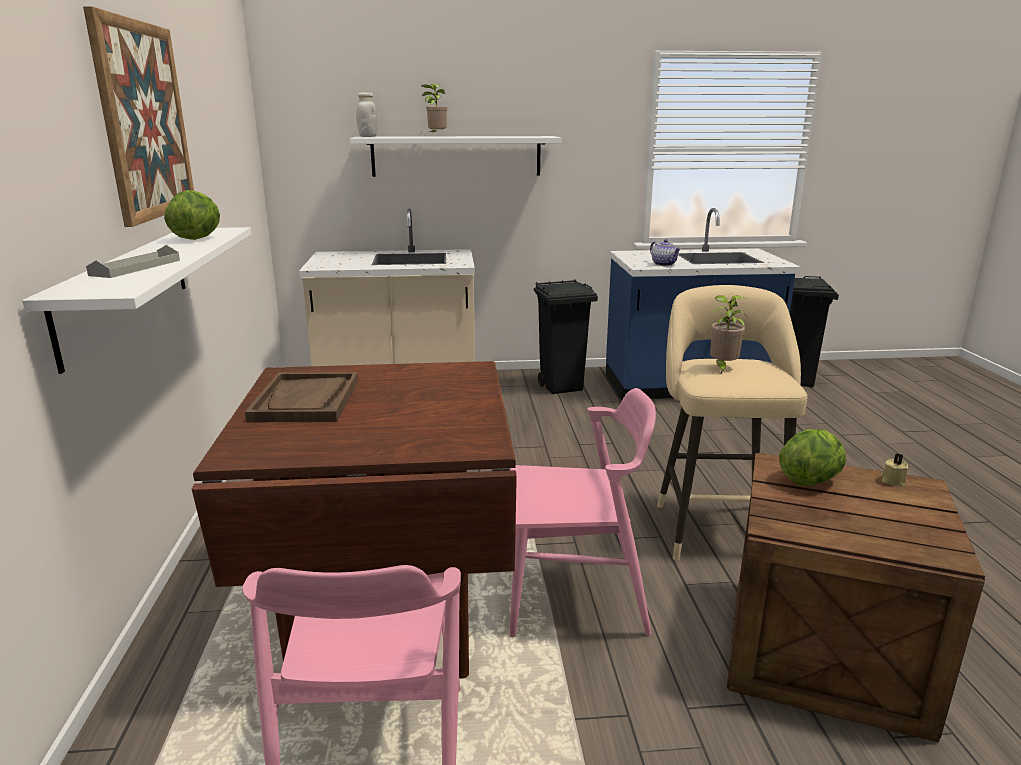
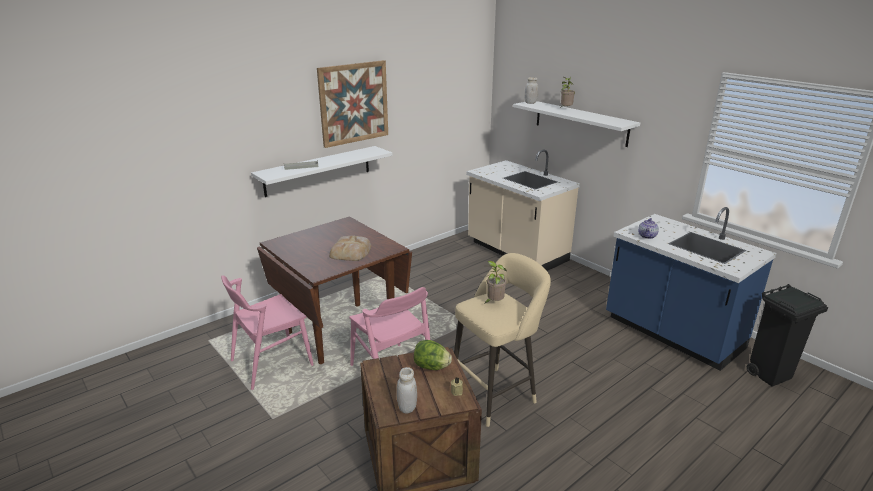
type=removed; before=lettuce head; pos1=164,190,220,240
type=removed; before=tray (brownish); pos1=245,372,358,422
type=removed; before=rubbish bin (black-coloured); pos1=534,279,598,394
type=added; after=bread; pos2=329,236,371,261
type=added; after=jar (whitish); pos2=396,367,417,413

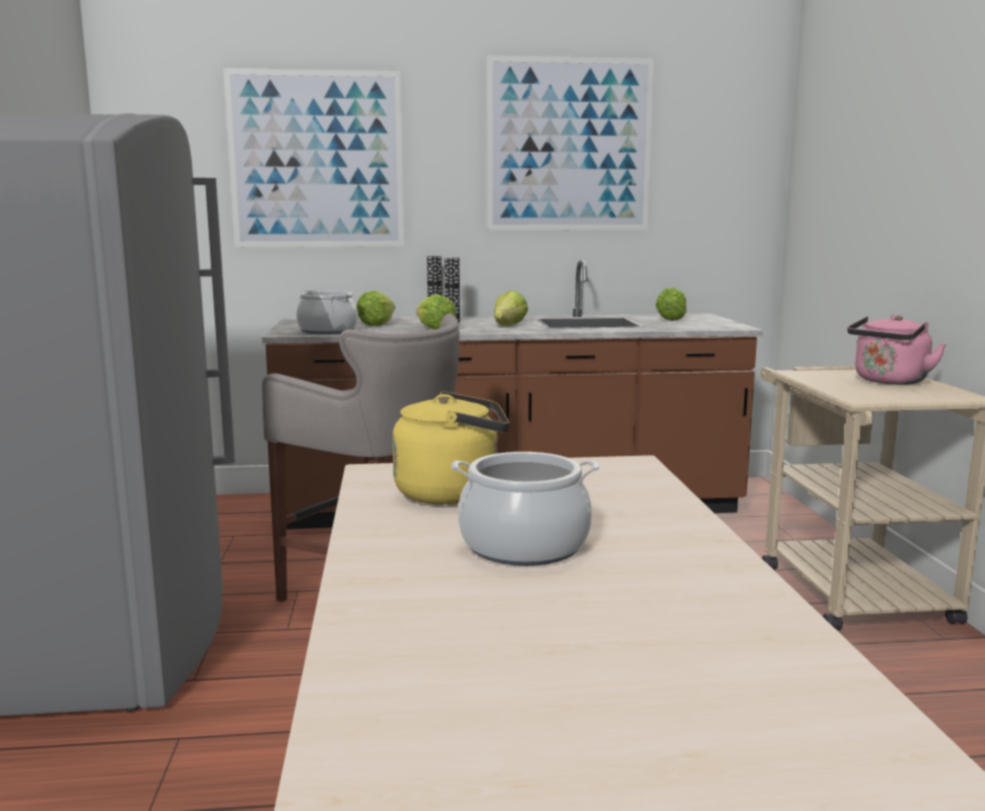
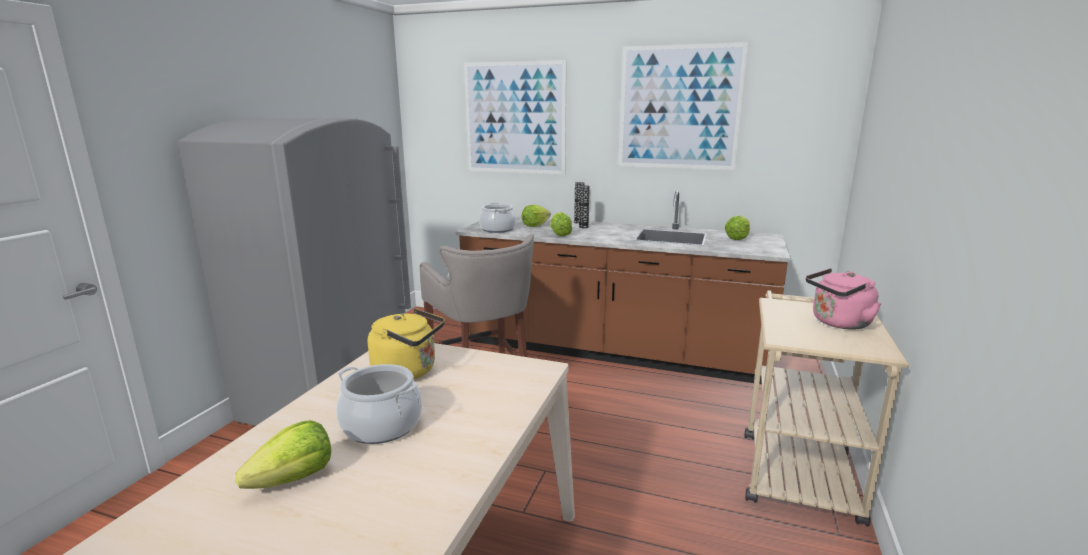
type=moved; before=lettuce head; pos1=494,291,528,326; pos2=235,420,331,489

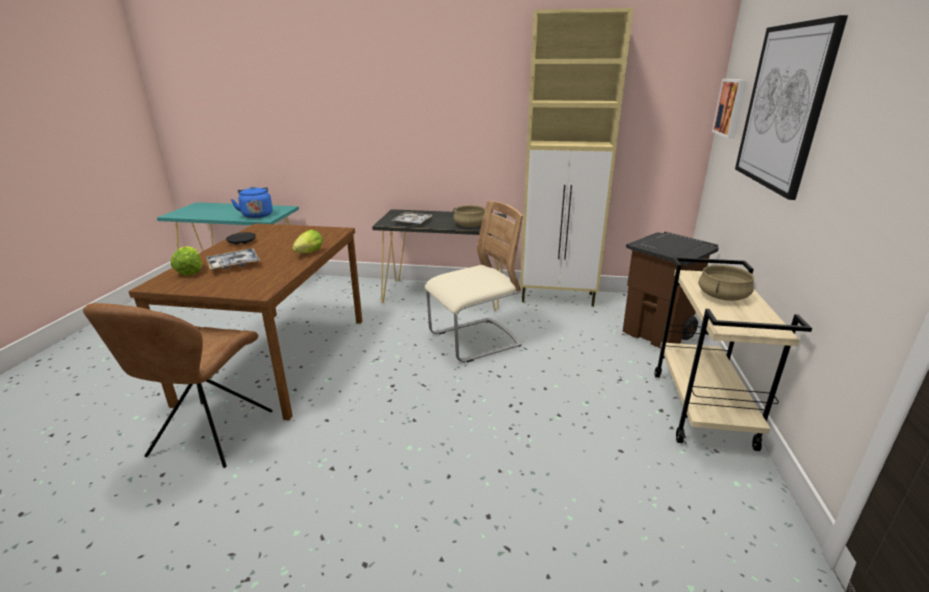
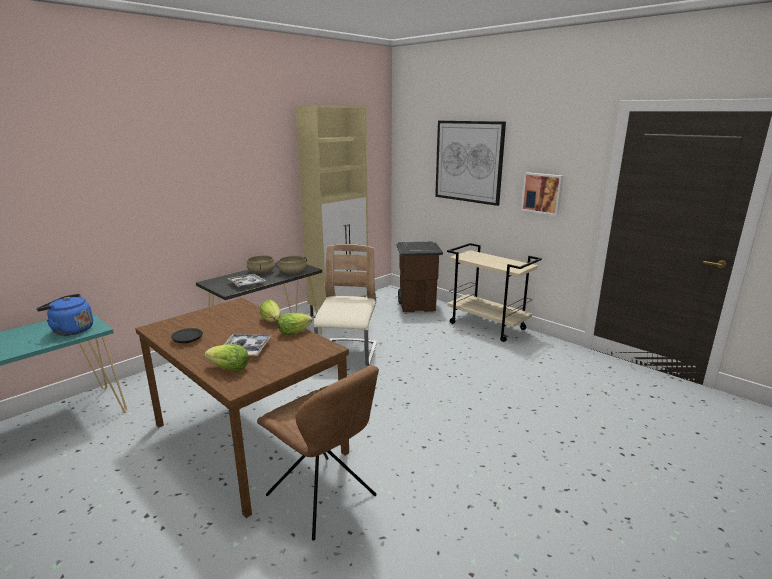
type=moved; before=saucepot (sand-coloured); pos1=698,265,754,301; pos2=247,255,275,274
type=moved; before=picture; pos1=712,79,747,139; pos2=521,172,563,216
type=added; after=lettuce head; pos2=278,313,312,335

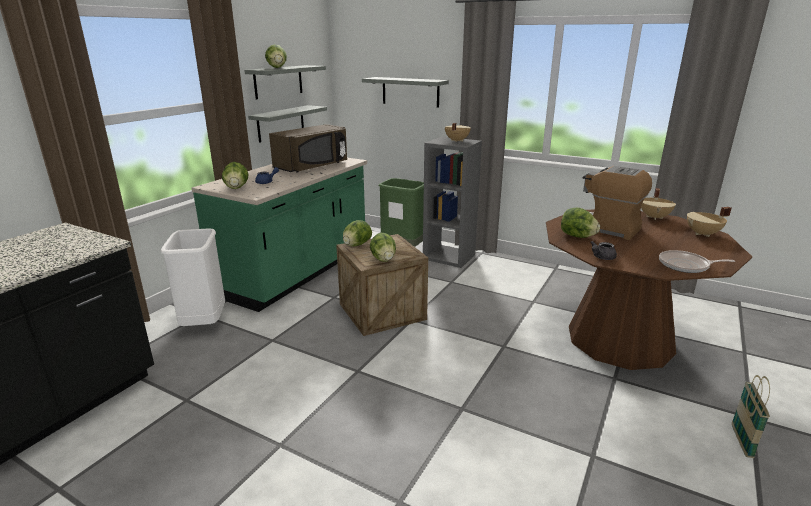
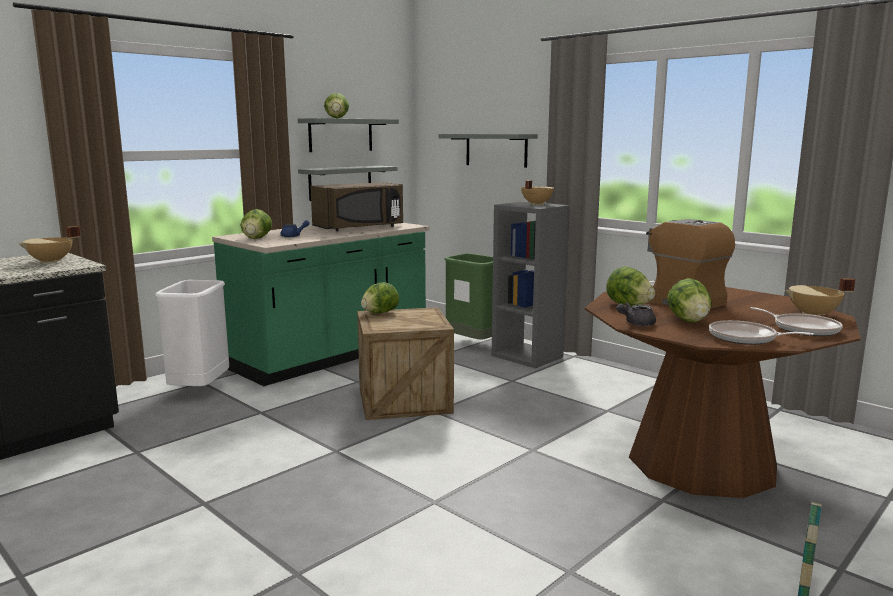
type=moved; before=lettuce head; pos1=370,233,396,262; pos2=667,278,712,323
type=moved; before=saucepot (sand-coloured); pos1=641,188,676,220; pos2=18,226,80,263
type=added; after=skillet; pos2=750,307,843,336

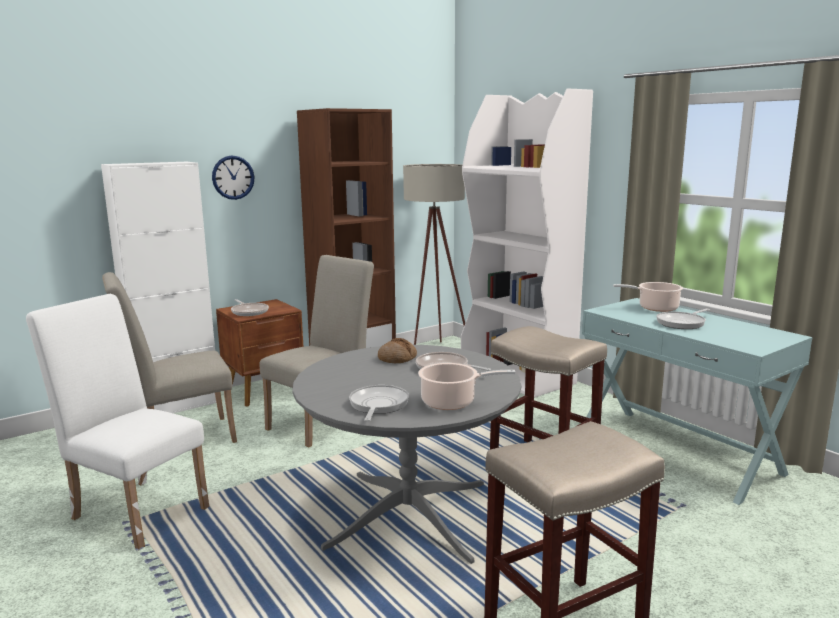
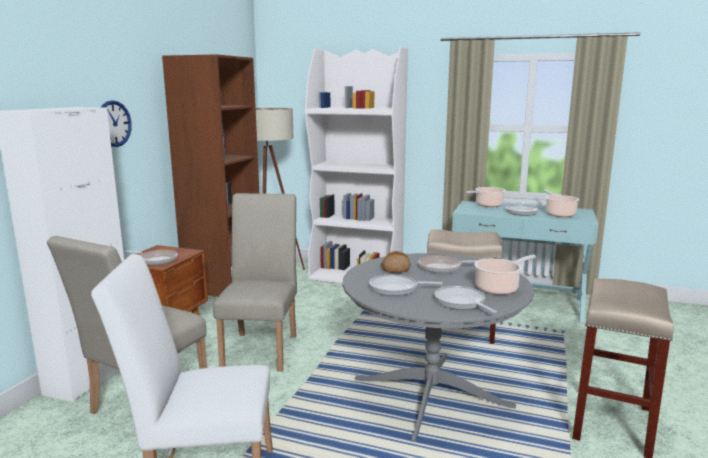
type=added; after=skillet; pos2=370,274,443,296
type=added; after=saucepot; pos2=543,190,579,217

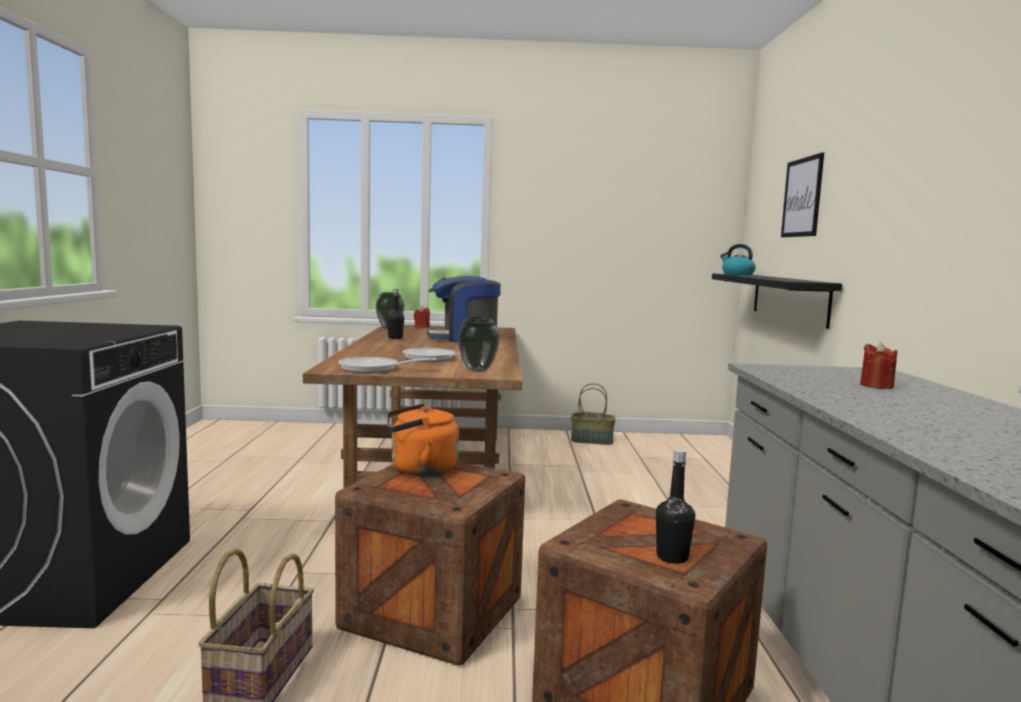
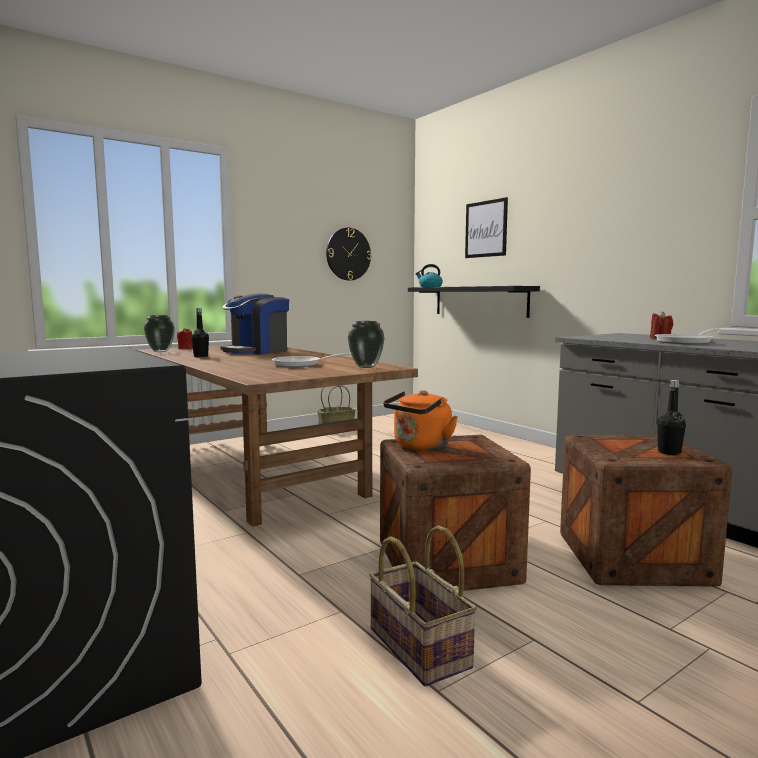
type=moved; before=skillet; pos1=338,357,437,373; pos2=655,328,719,344
type=added; after=clock on the wall; pos2=326,228,372,280

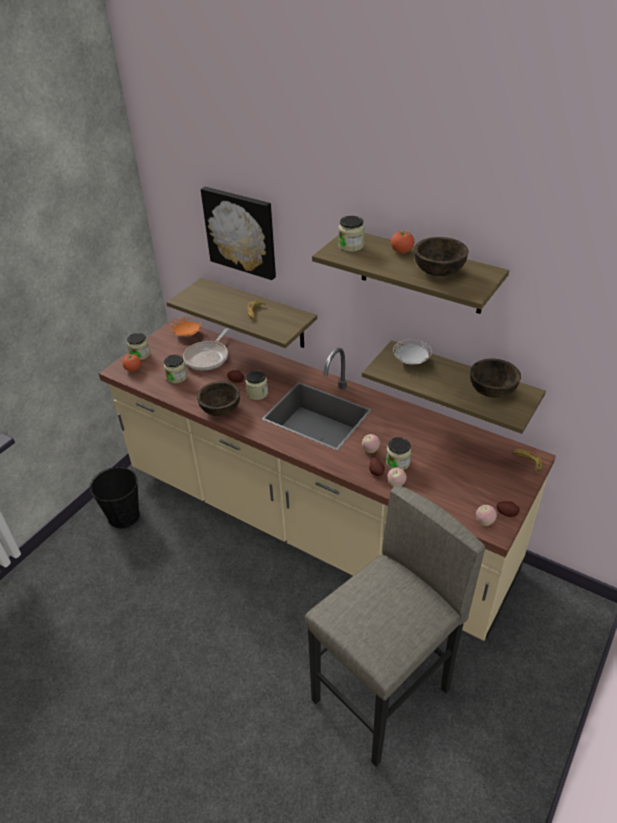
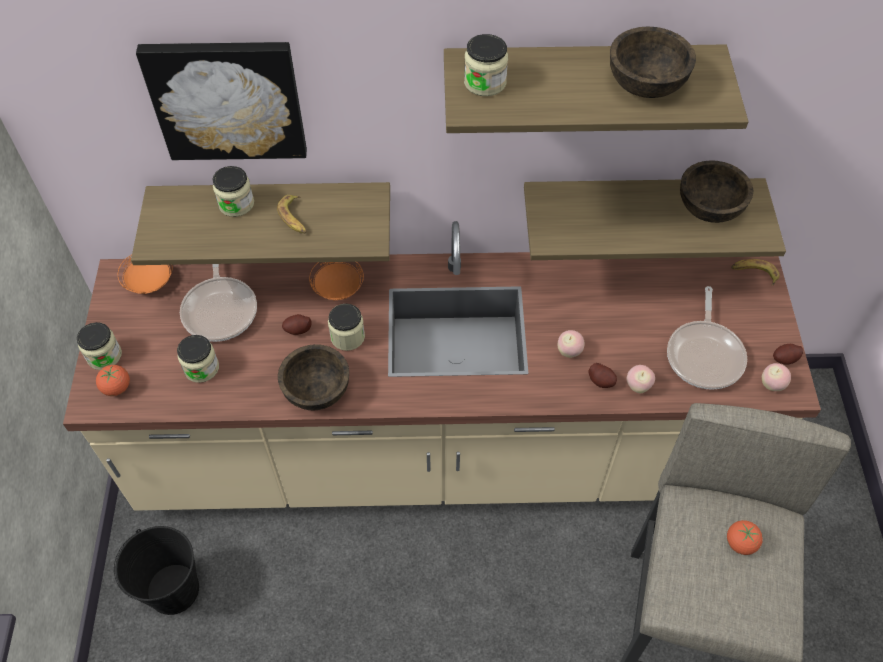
type=moved; before=jar; pos1=386,437,411,470; pos2=212,166,254,217
type=moved; before=whole tomato; pos1=391,231,414,253; pos2=727,520,763,555
type=removed; before=dinner plate (whitish); pos1=393,339,432,364
type=added; after=dinner plate (orange-coloured); pos2=309,262,364,300
type=added; after=skillet; pos2=667,286,747,390

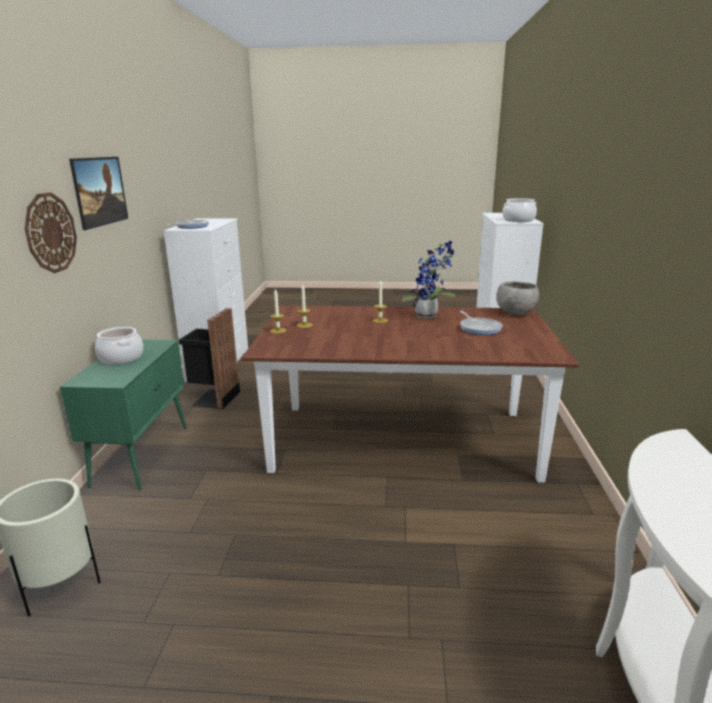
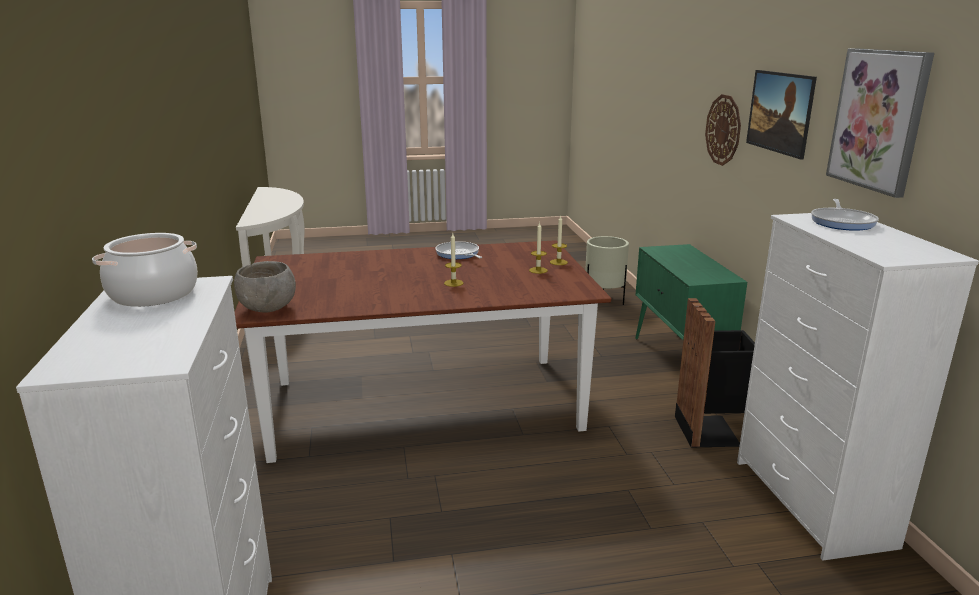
type=removed; before=saucepot; pos1=95,327,143,365
type=removed; before=houseplant; pos1=402,241,455,319
type=moved; before=skillet; pos1=460,311,502,335; pos2=435,241,482,259
type=added; after=picture; pos2=826,48,934,198

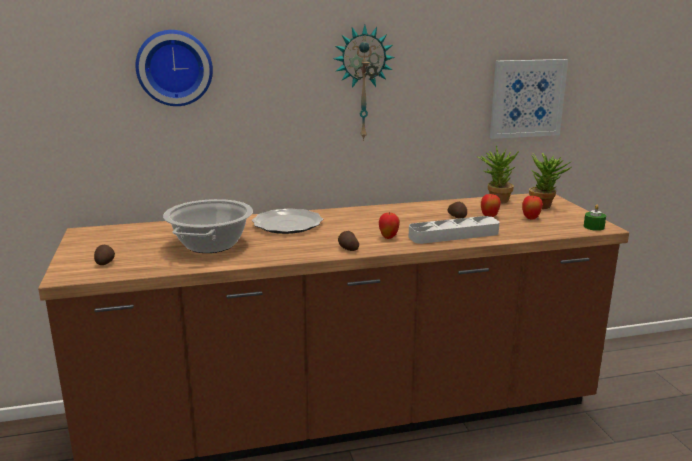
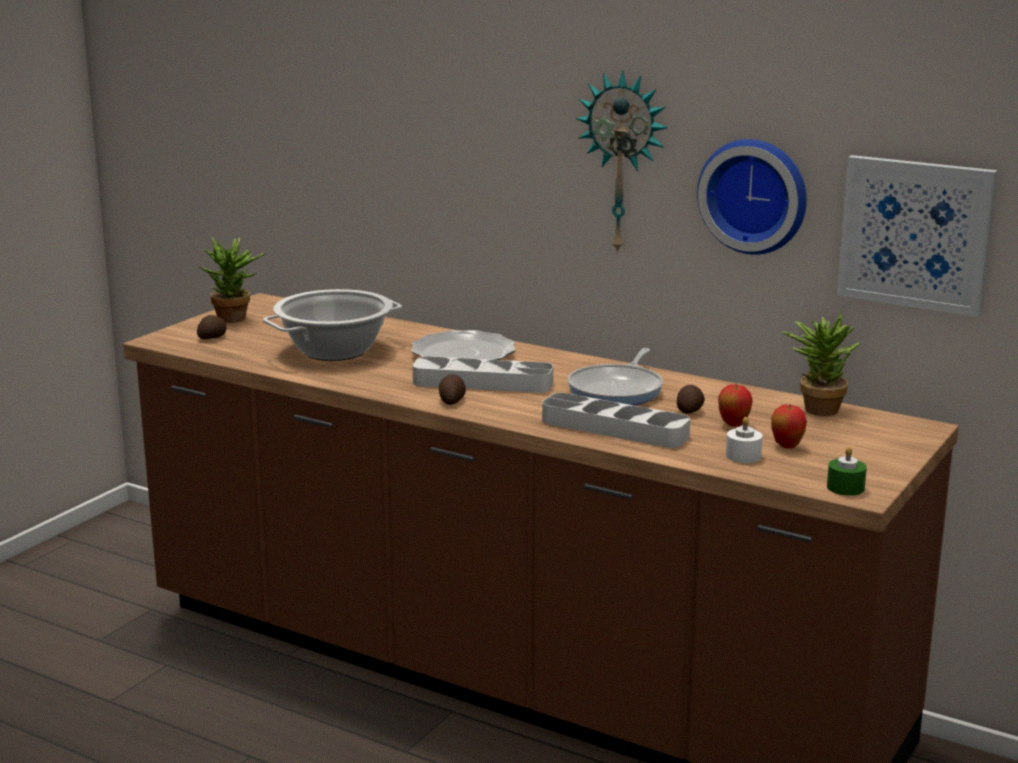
type=moved; before=clock on the wall; pos1=136,30,213,106; pos2=697,139,807,255
type=removed; before=apple fruit; pos1=379,212,400,239
type=moved; before=houseplant; pos1=529,153,572,209; pos2=200,237,266,323
type=added; after=tray (gray); pos2=413,356,553,393
type=added; after=skillet; pos2=568,348,663,405
type=added; after=wax light (whitish); pos2=726,417,763,463

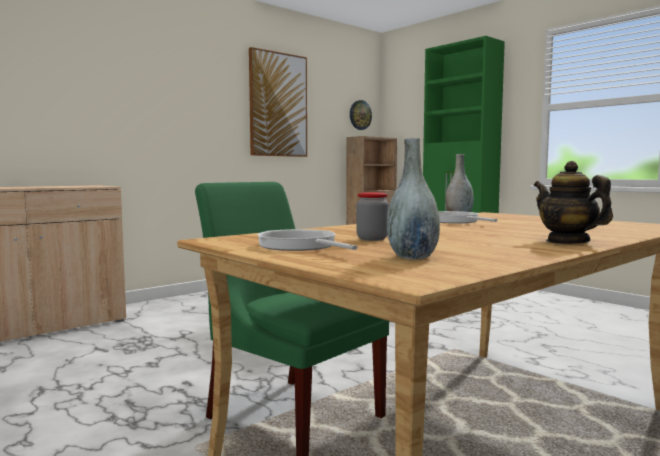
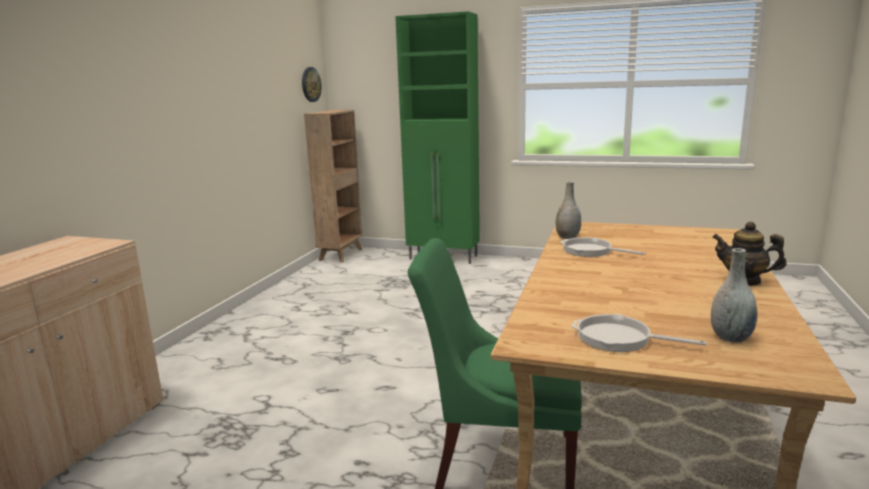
type=removed; before=picture; pos1=249,47,307,157
type=removed; before=jar; pos1=356,192,389,241

